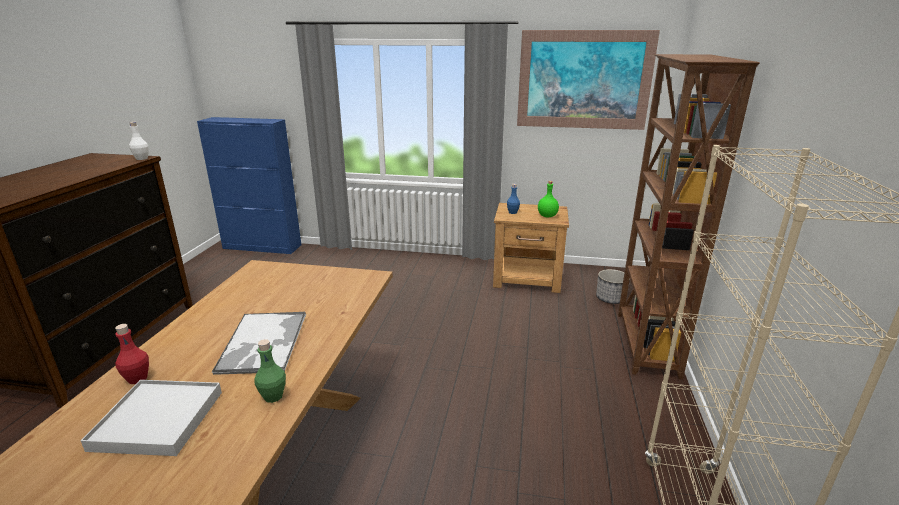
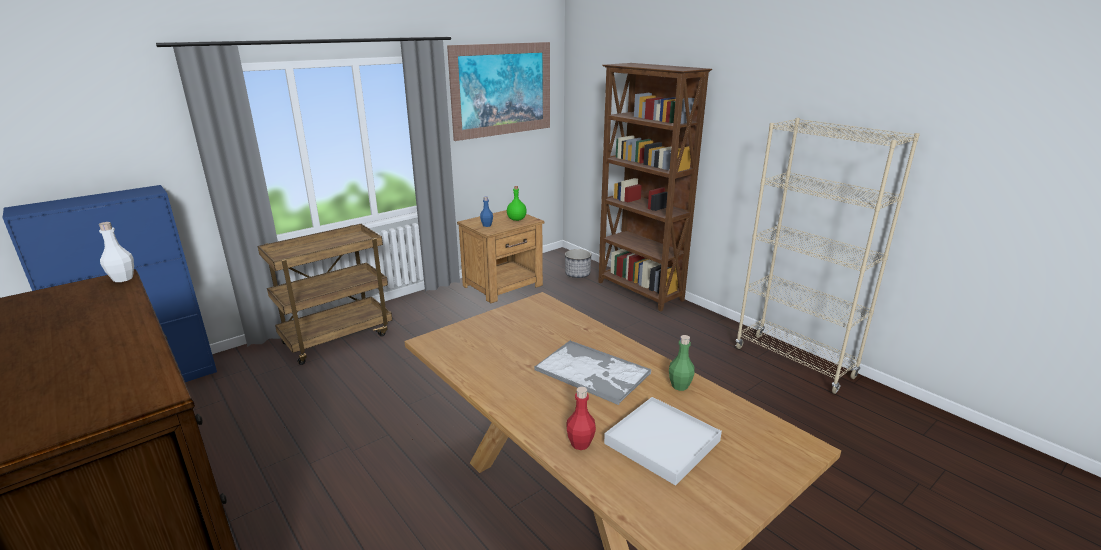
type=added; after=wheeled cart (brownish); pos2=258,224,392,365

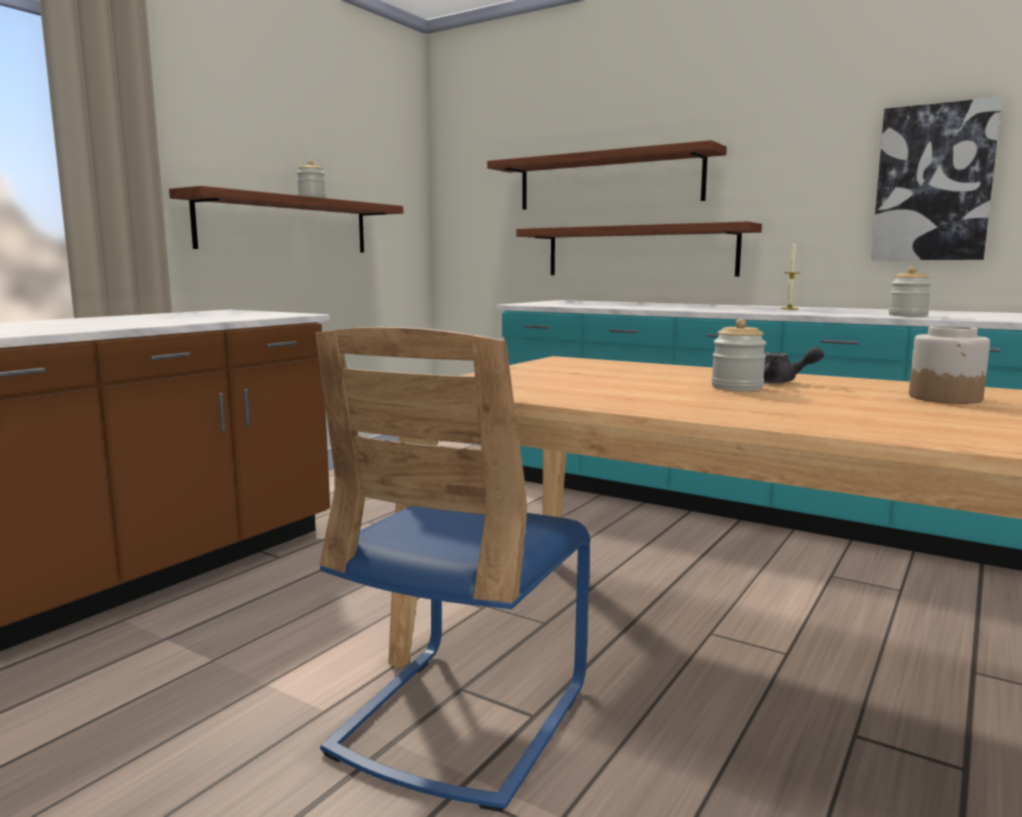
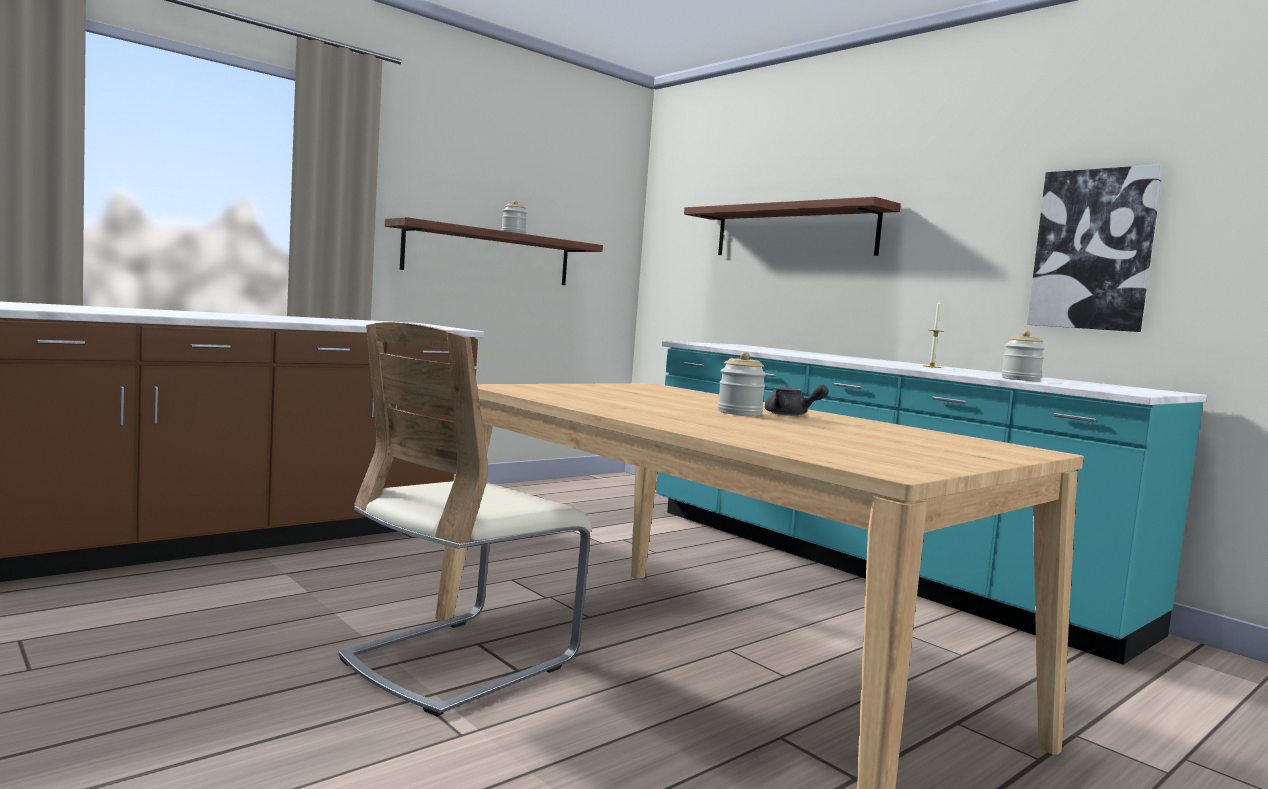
type=recoloured; before=upright chair (blue-coloured); after=upright chair (sand-coloured); pos1=315,327,590,812; pos2=338,322,592,717
type=removed; before=wall shelf; pos1=516,221,762,277
type=removed; before=jar; pos1=909,326,990,404

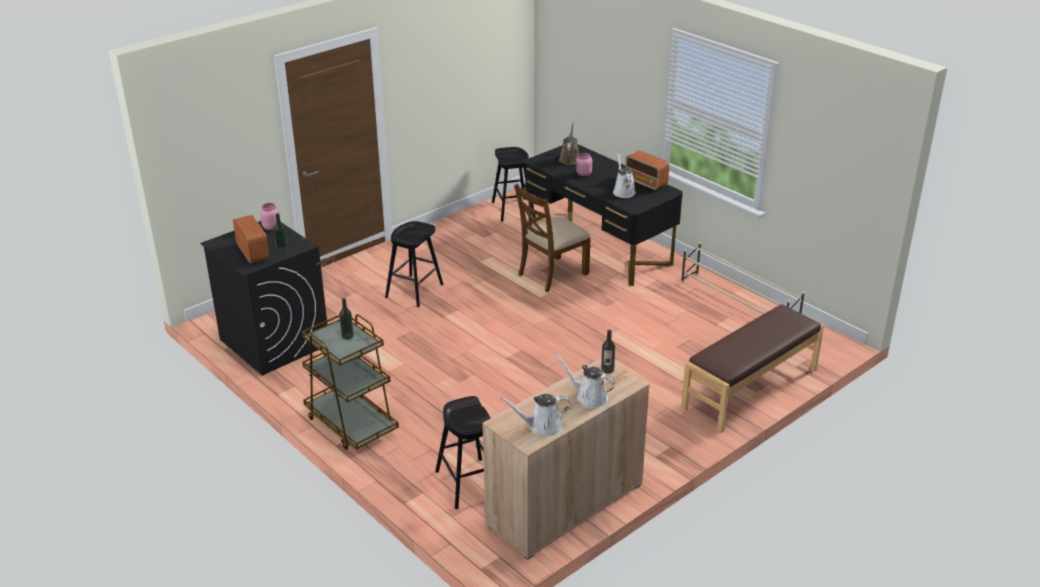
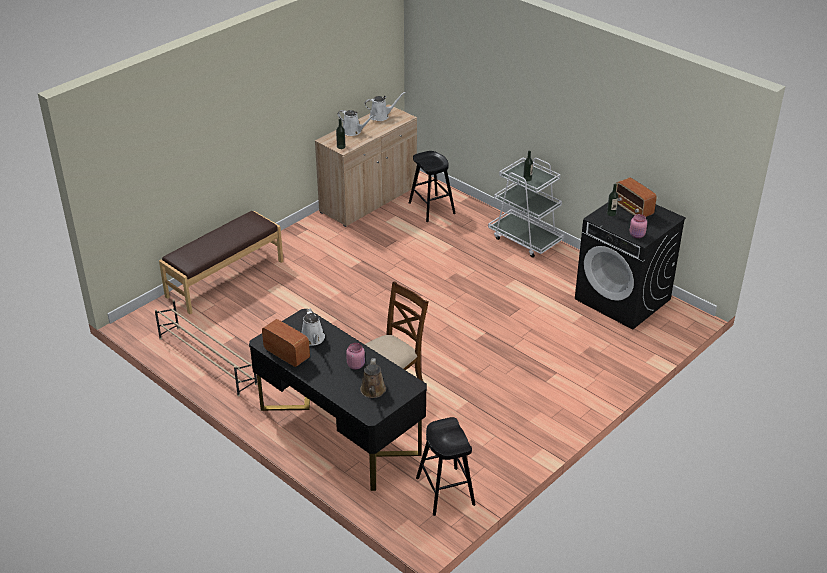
type=recoloured; before=wheeled cart (brownish); after=wheeled cart (whitish); pos1=302,314,399,449; pos2=488,158,564,258
type=removed; before=stool seat (black-coloured); pos1=385,221,443,307

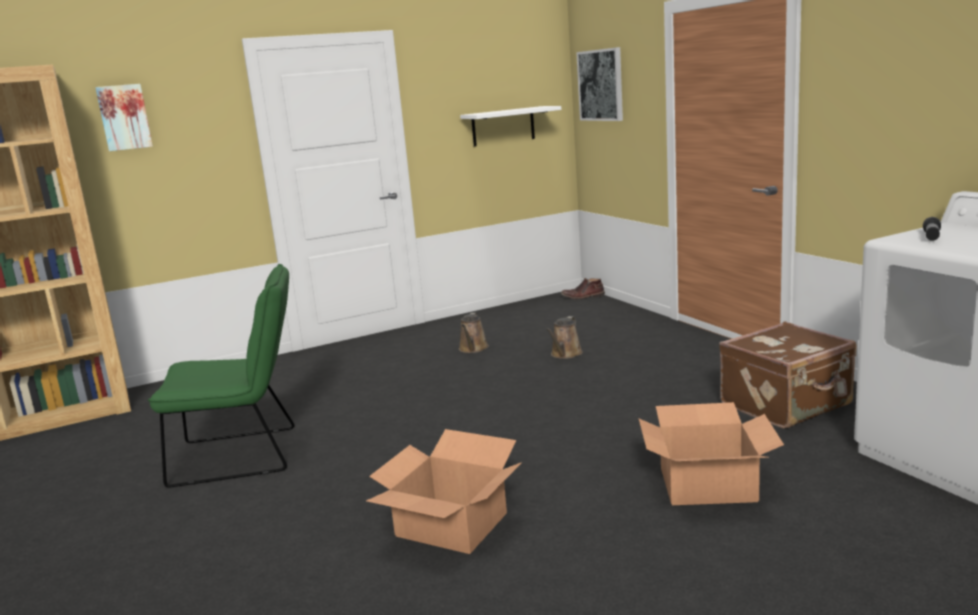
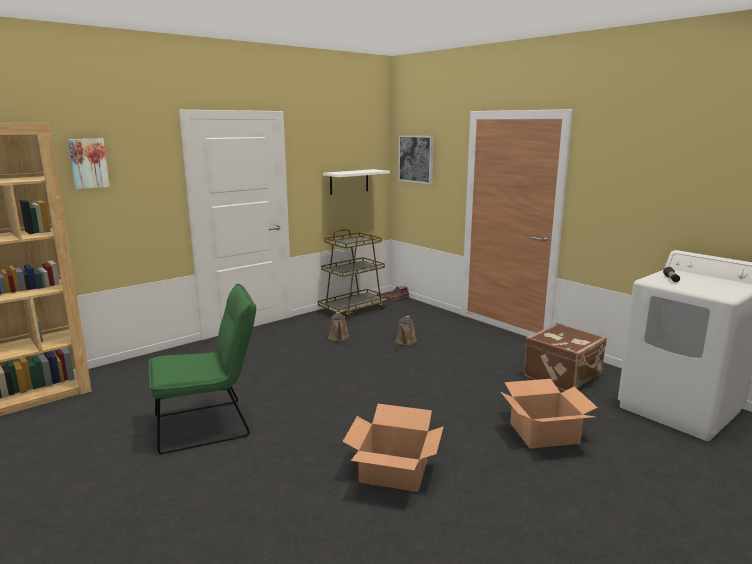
type=added; after=wheeled cart (brownish); pos2=318,229,389,319

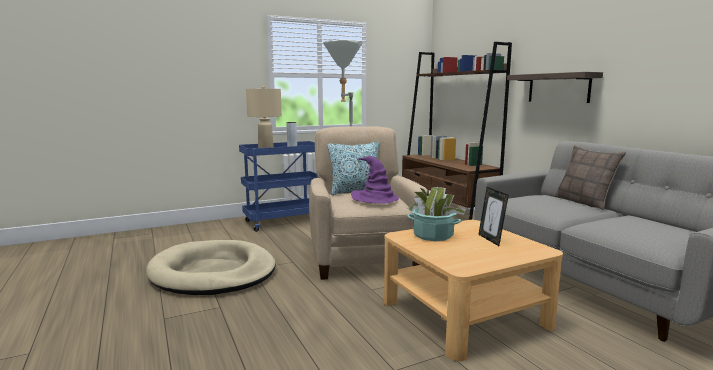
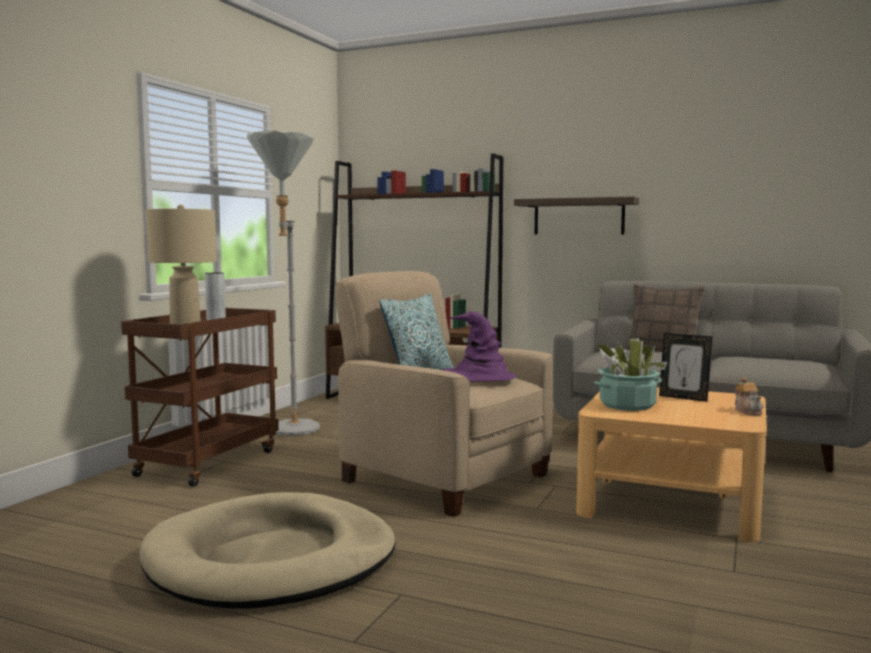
type=recoloured; before=wheeled cart (blue-coloured); after=wheeled cart (brownish); pos1=239,141,317,232; pos2=121,308,279,487
type=added; after=pot for tea; pos2=735,377,763,415

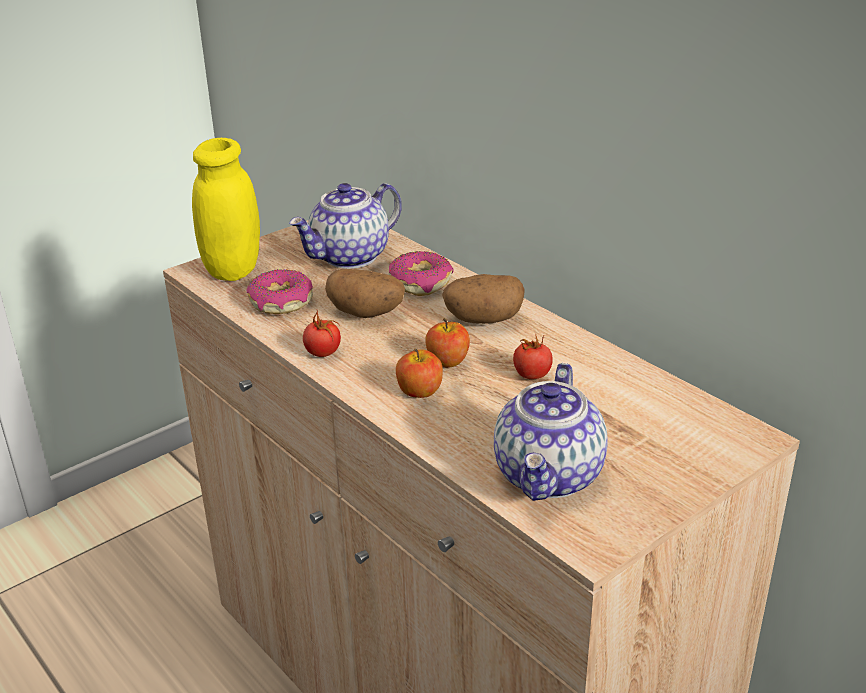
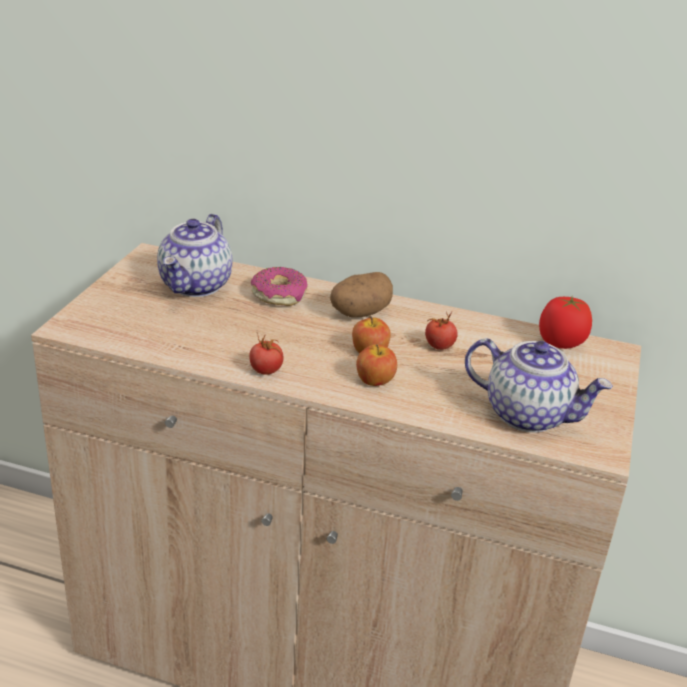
type=removed; before=jar (yellowish); pos1=192,138,260,281
type=removed; before=donut; pos1=246,269,313,314
type=removed; before=whole potato; pos1=325,269,405,318
type=turned; before=pot for tea; pos1=494,363,608,501; pos2=465,338,613,433; turn=-45
type=added; after=whole tomato; pos2=539,297,592,349

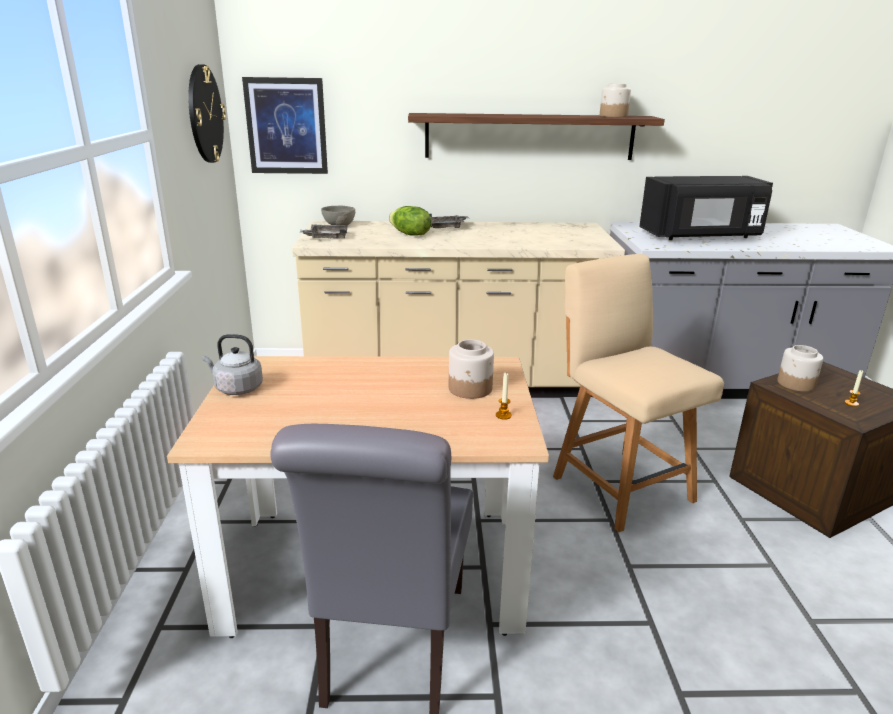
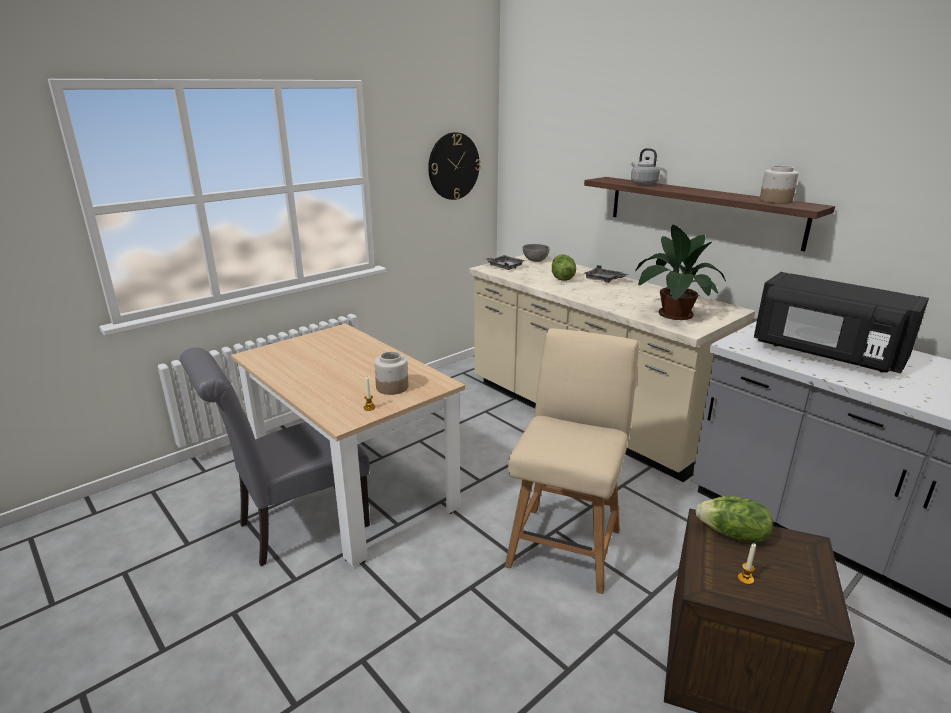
type=moved; before=water kettle (gray); pos1=202,334,263,395; pos2=631,148,660,185
type=removed; before=picture; pos1=242,77,328,174
type=replaced; before=jar; after=lettuce head; pos1=777,345,823,392; pos2=696,496,773,543
type=added; after=houseplant; pos2=635,225,726,320

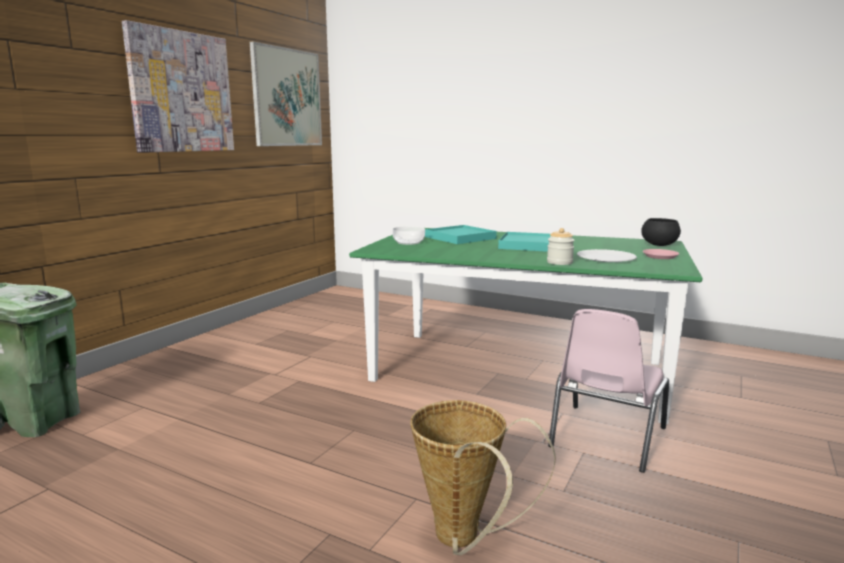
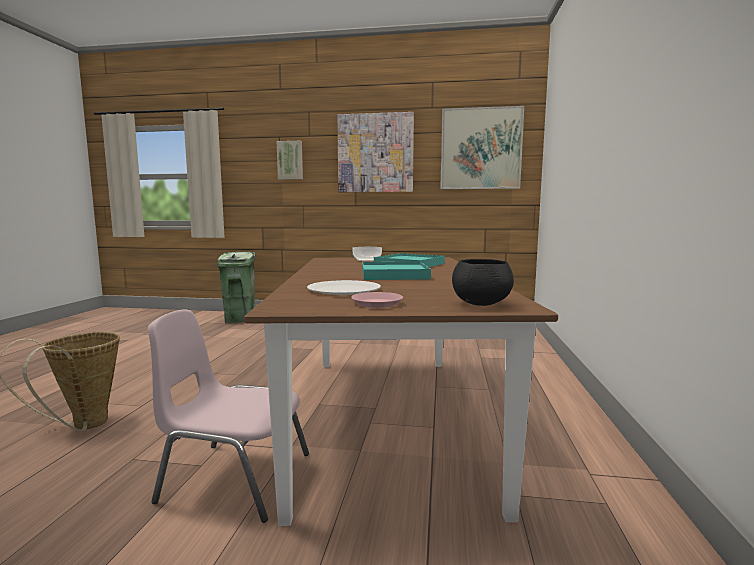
type=recoloured; before=kitchen table (green); after=kitchen table (brownish); pos1=349,228,702,424; pos2=244,257,558,526
type=removed; before=jar; pos1=547,228,575,265
type=added; after=picture; pos2=277,141,303,180

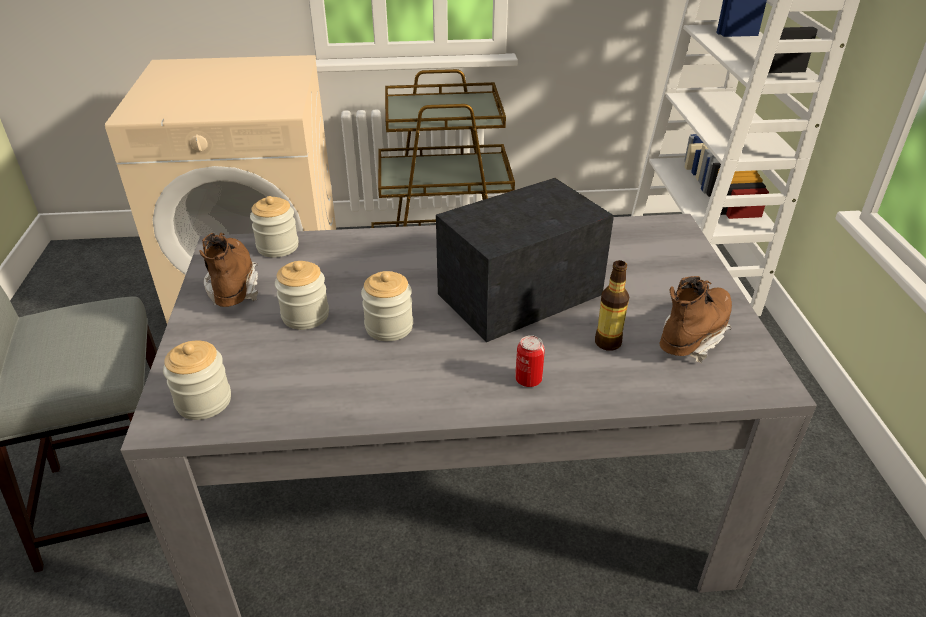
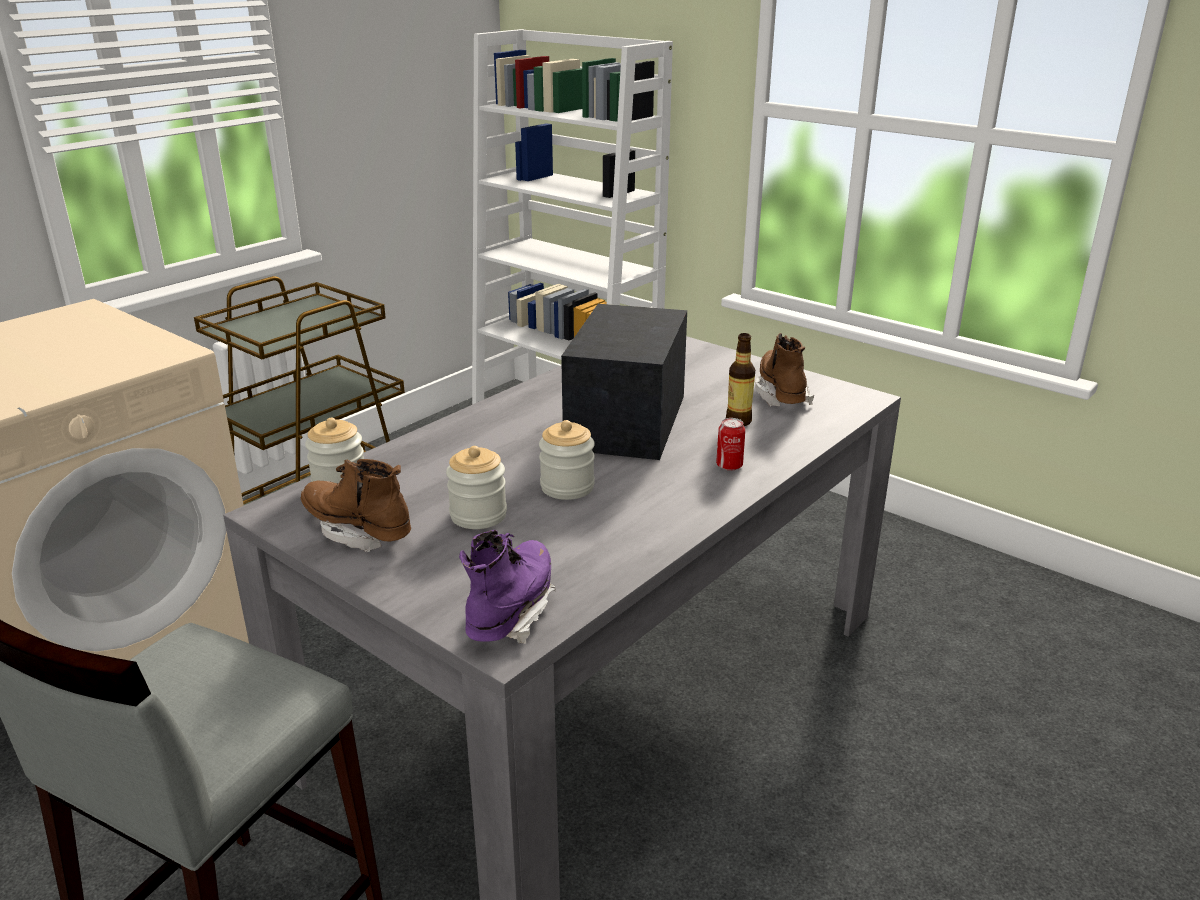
type=replaced; before=jar; after=high-top boot (purplish); pos1=163,341,231,420; pos2=459,530,556,644

